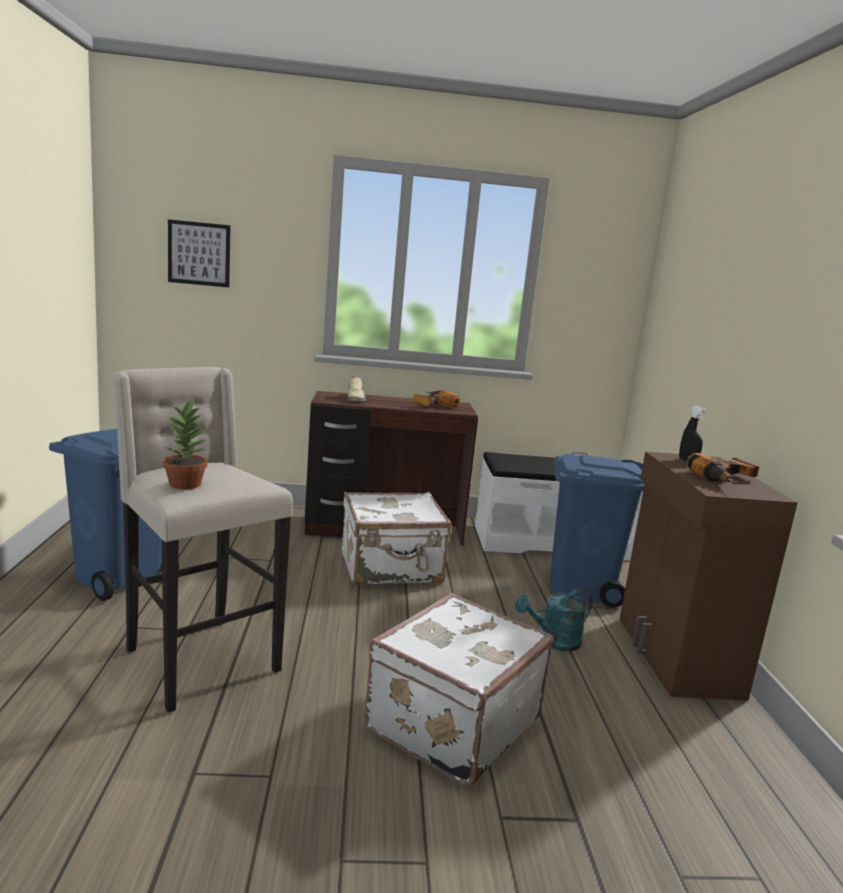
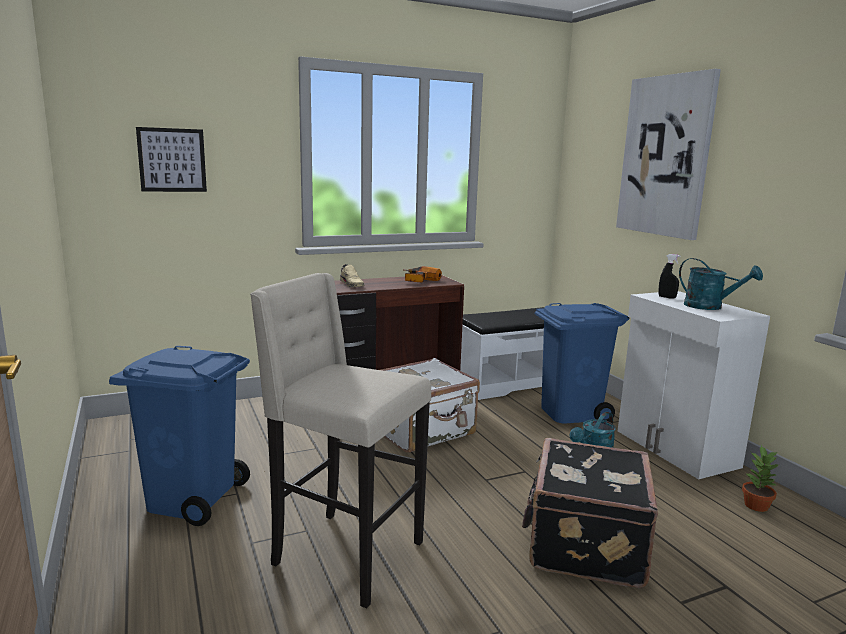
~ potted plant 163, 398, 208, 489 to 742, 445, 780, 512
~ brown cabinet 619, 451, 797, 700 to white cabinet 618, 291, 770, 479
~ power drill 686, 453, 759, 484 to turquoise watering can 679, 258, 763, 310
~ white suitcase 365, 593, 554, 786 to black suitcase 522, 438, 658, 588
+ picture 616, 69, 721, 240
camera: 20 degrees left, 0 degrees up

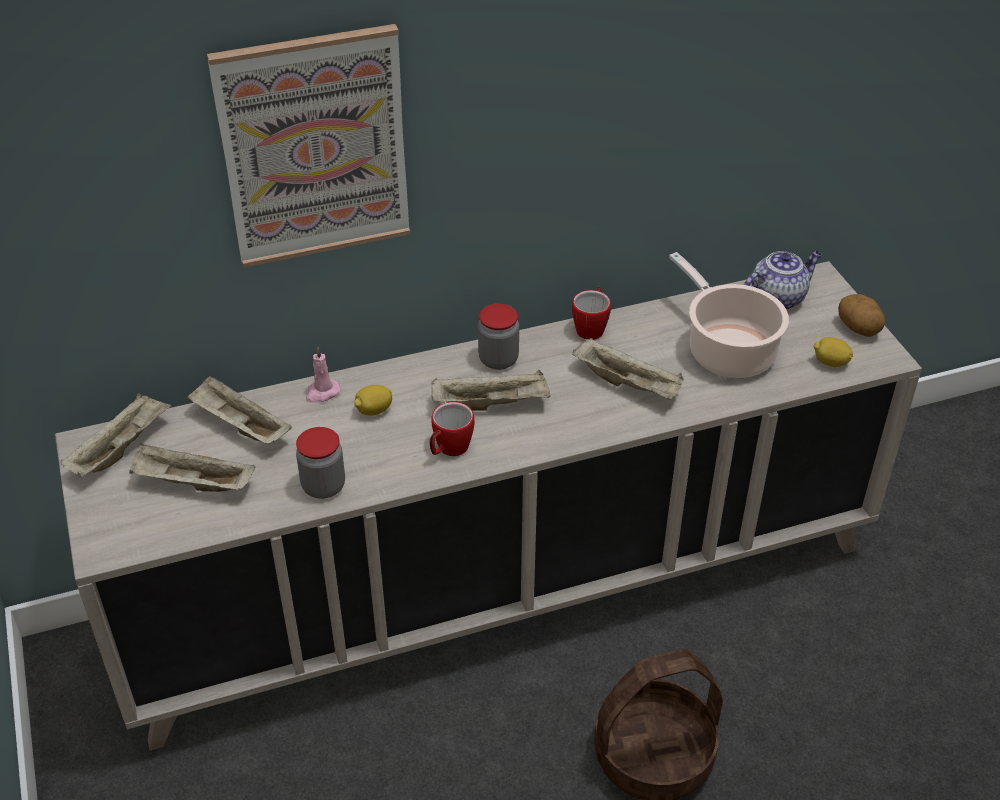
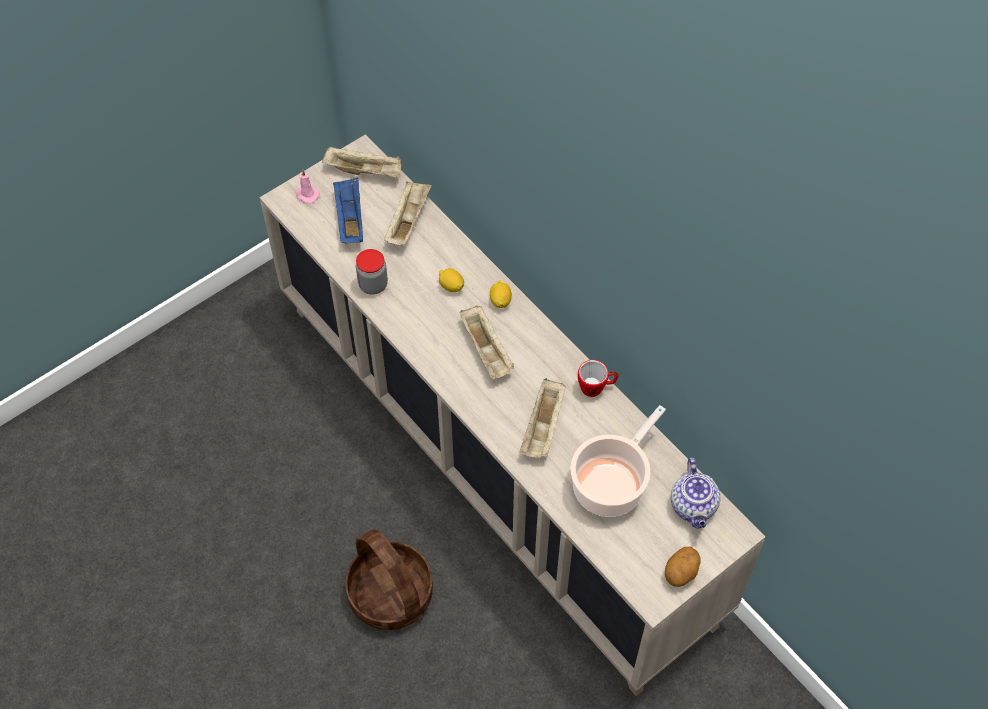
- picture 207, 24, 410, 267
~ teapot 744, 251, 822, 310 = 671, 458, 720, 529 45 degrees clockwise
- jar 478, 304, 519, 370
~ lemon 814, 337, 853, 367 to 490, 281, 512, 308
~ pink candle 306, 347, 340, 403 to 295, 170, 319, 204
- mug 429, 402, 474, 456
~ beige tray 129, 444, 255, 492 to blue tray 333, 177, 363, 243
camera: 70 degrees right, 15 degrees up

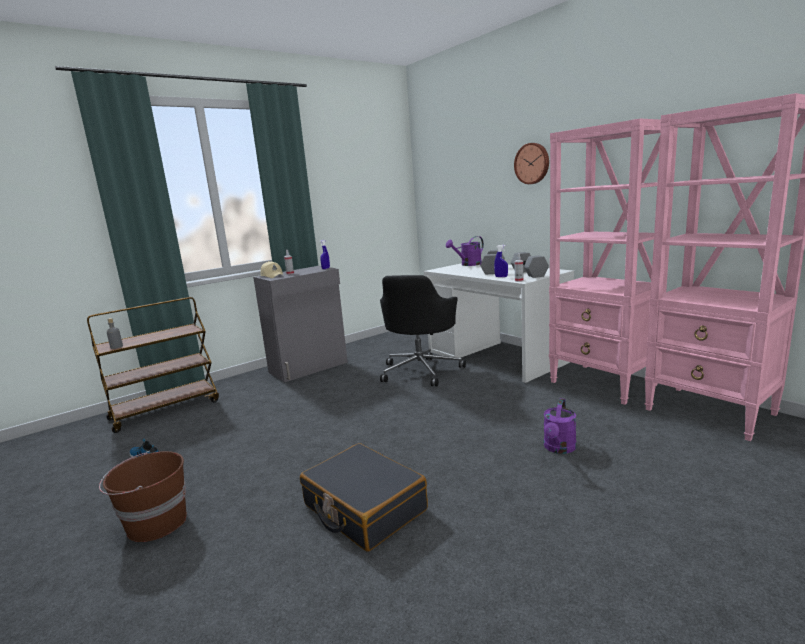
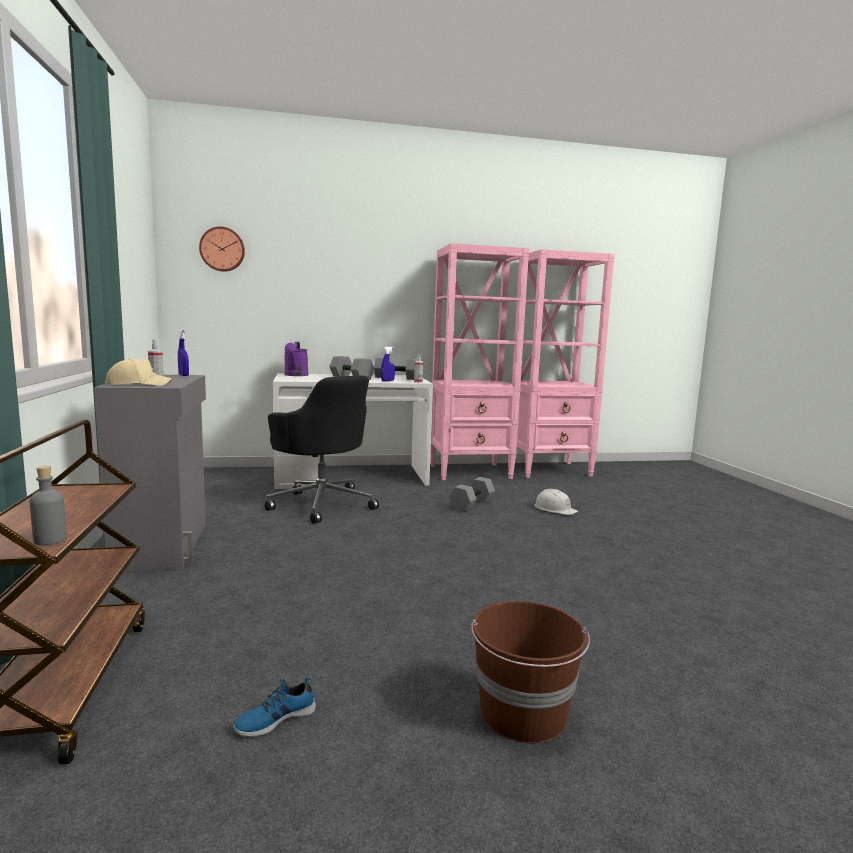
~ wall clock 514, 143, 549, 184 to 199, 227, 245, 272
~ purple watering can 544, 398, 577, 454 to white hard hat 533, 489, 578, 515
- black suitcase 300, 443, 428, 552
+ grey dumbbell 449, 477, 495, 512
camera: 65 degrees left, 5 degrees down

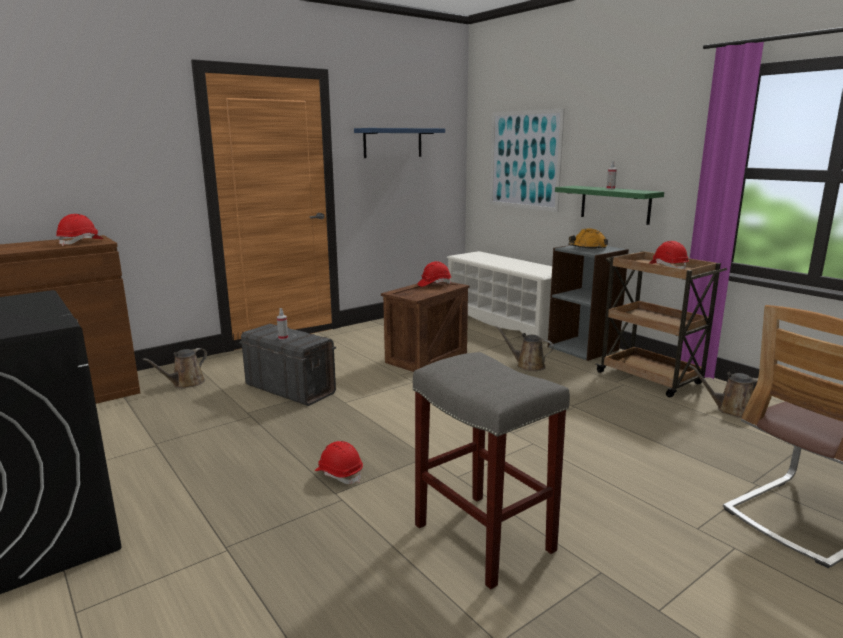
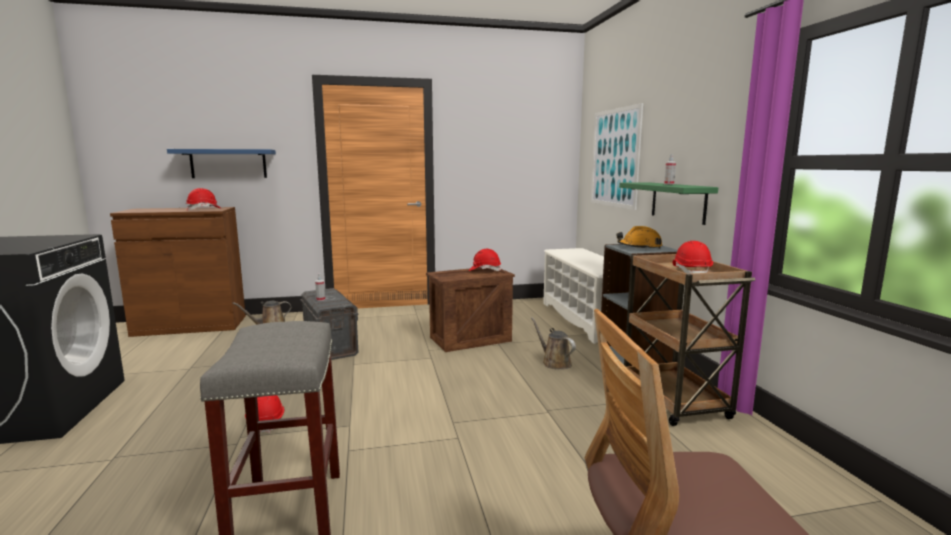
~ blue shelf 354, 128, 445, 158 to 167, 149, 276, 178
- brown watering can 689, 365, 758, 418
camera: 25 degrees right, 5 degrees down

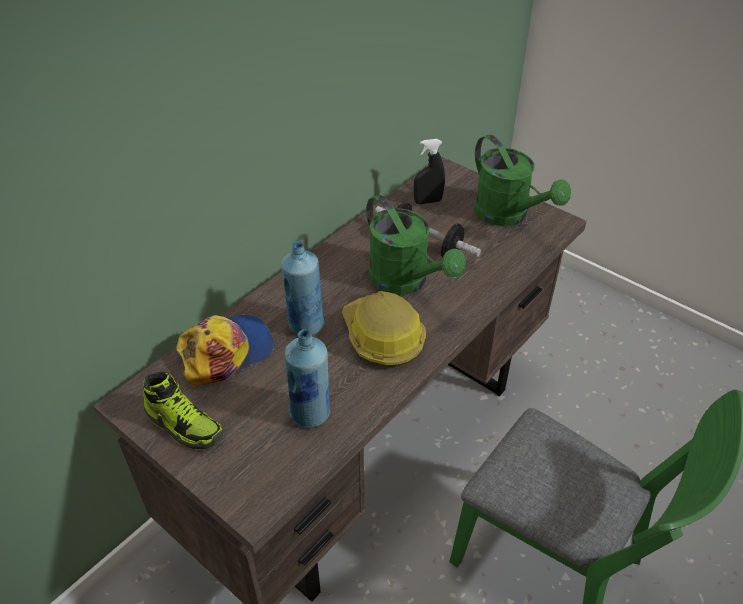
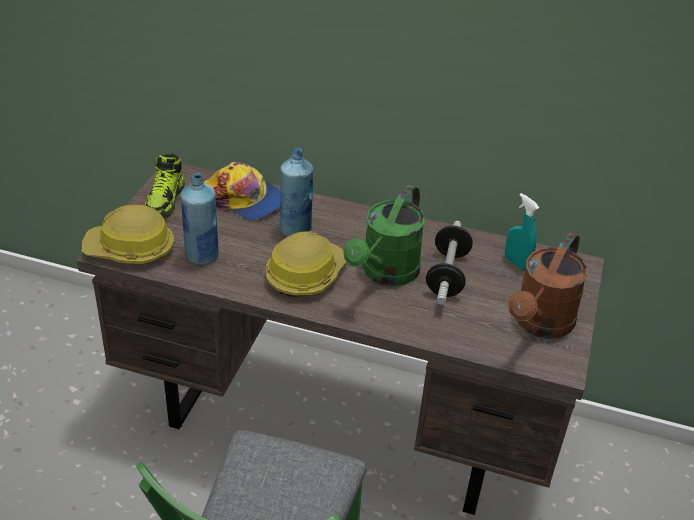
~ green watering can 474, 135, 571, 227 to brown watering can 508, 233, 588, 339
~ black spray bottle 414, 139, 445, 204 to turquoise spray bottle 505, 193, 539, 271
+ hard hat 82, 205, 174, 264
camera: 65 degrees right, 5 degrees down

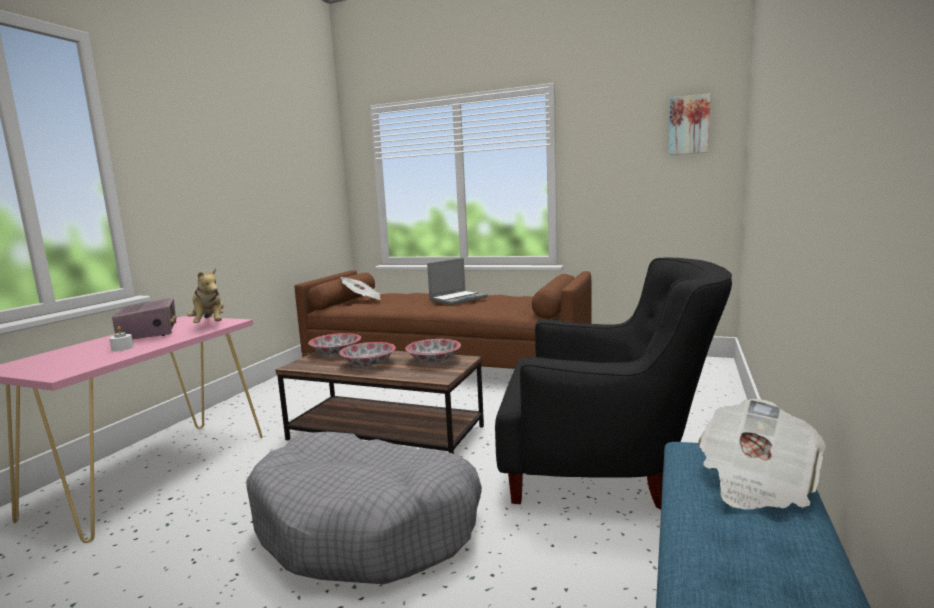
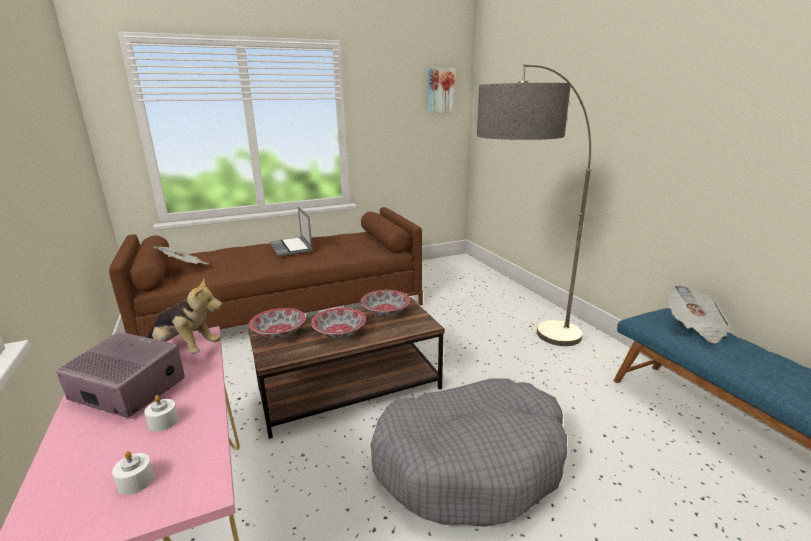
~ black armchair 495, 257, 732, 509 to floor lamp 477, 64, 591, 346
~ laptop 427, 258, 488, 305 = 270, 207, 313, 257 150 degrees clockwise
+ white candle 112, 451, 154, 495
camera: 45 degrees left, 10 degrees up

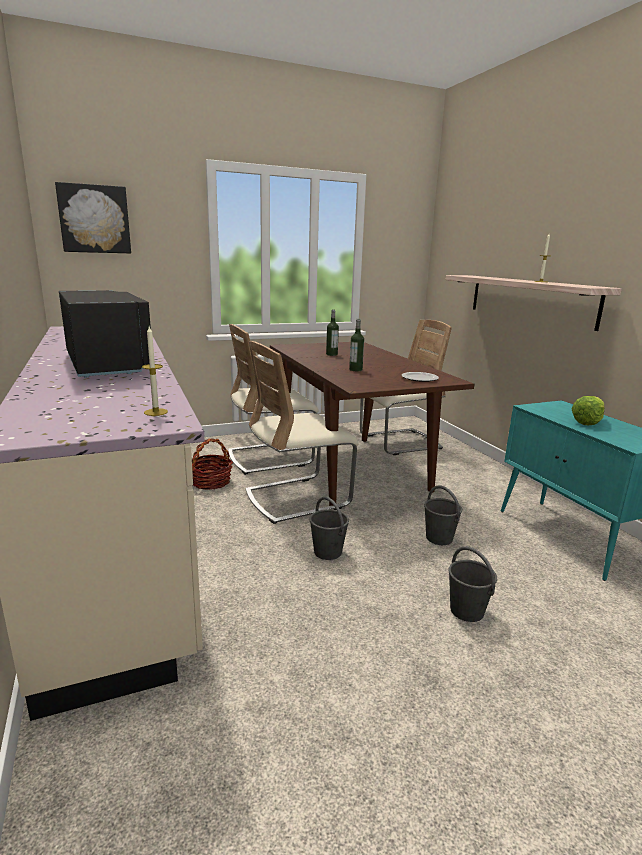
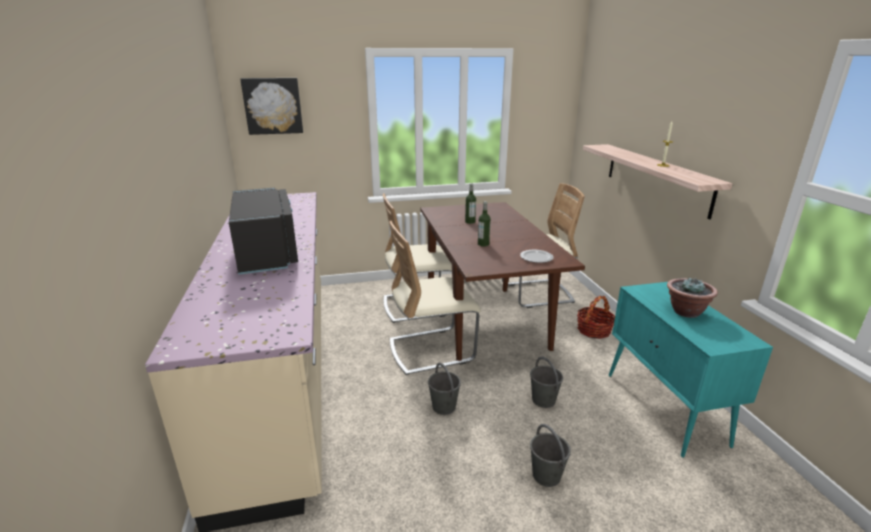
- candle 142, 326, 168, 416
~ lettuce 572, 396, 604, 425 to potted plant 667, 277, 718, 318
~ basket 192, 439, 233, 490 to 577, 296, 615, 339
camera: 10 degrees right, 5 degrees up

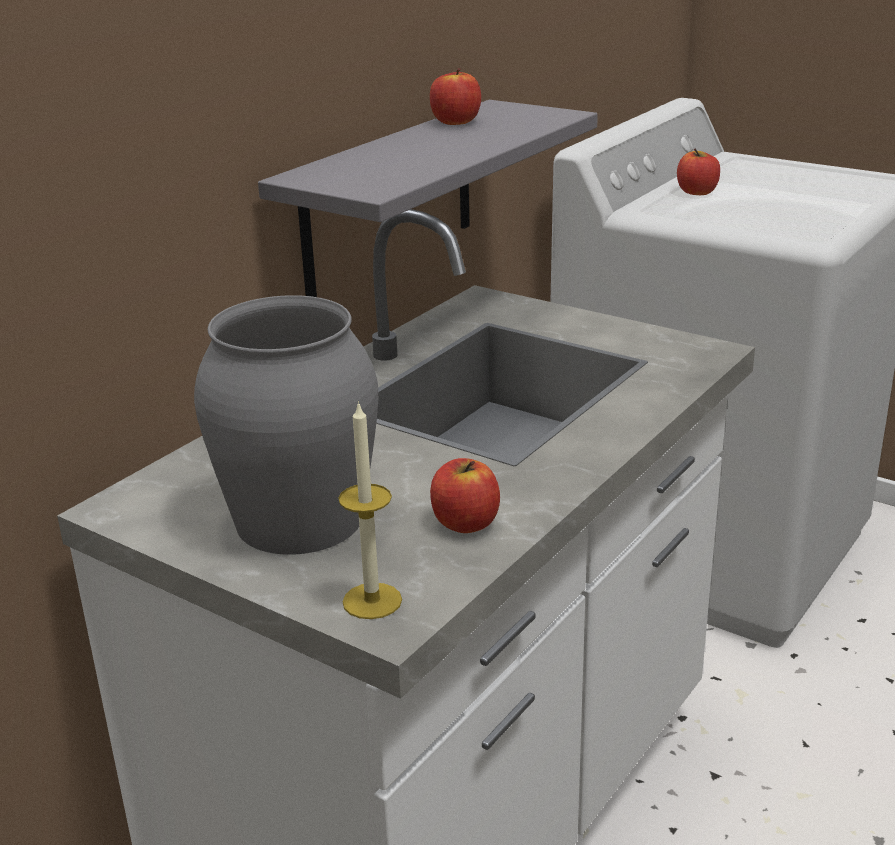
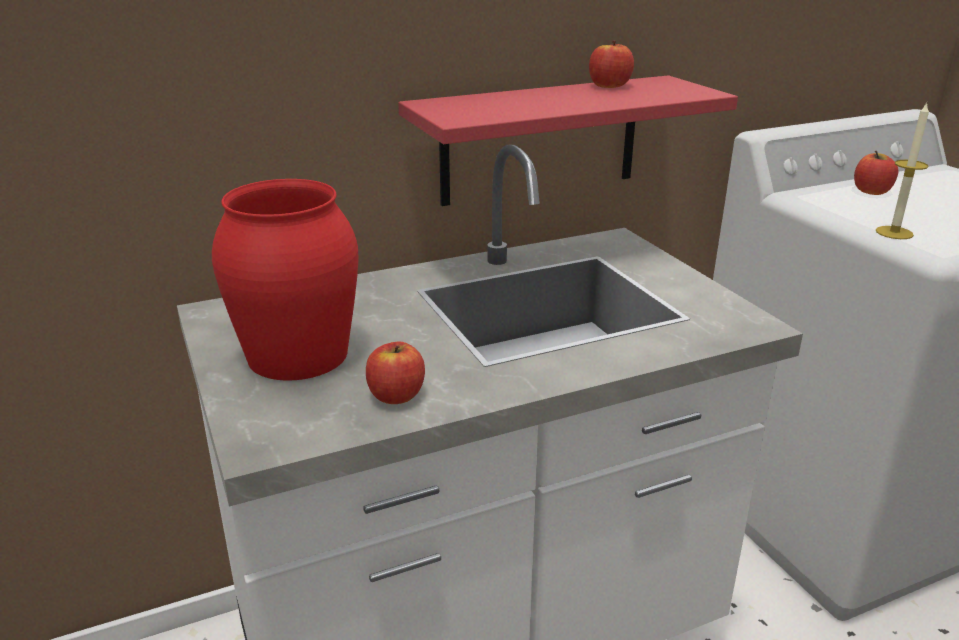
~ grey shelf 258, 100, 598, 297 to red shelf 398, 75, 738, 206
~ grey vase 194, 295, 378, 555 to red vase 212, 179, 359, 380
~ candle 339, 401, 402, 619 to 876, 103, 929, 239
camera: 30 degrees right, 0 degrees up

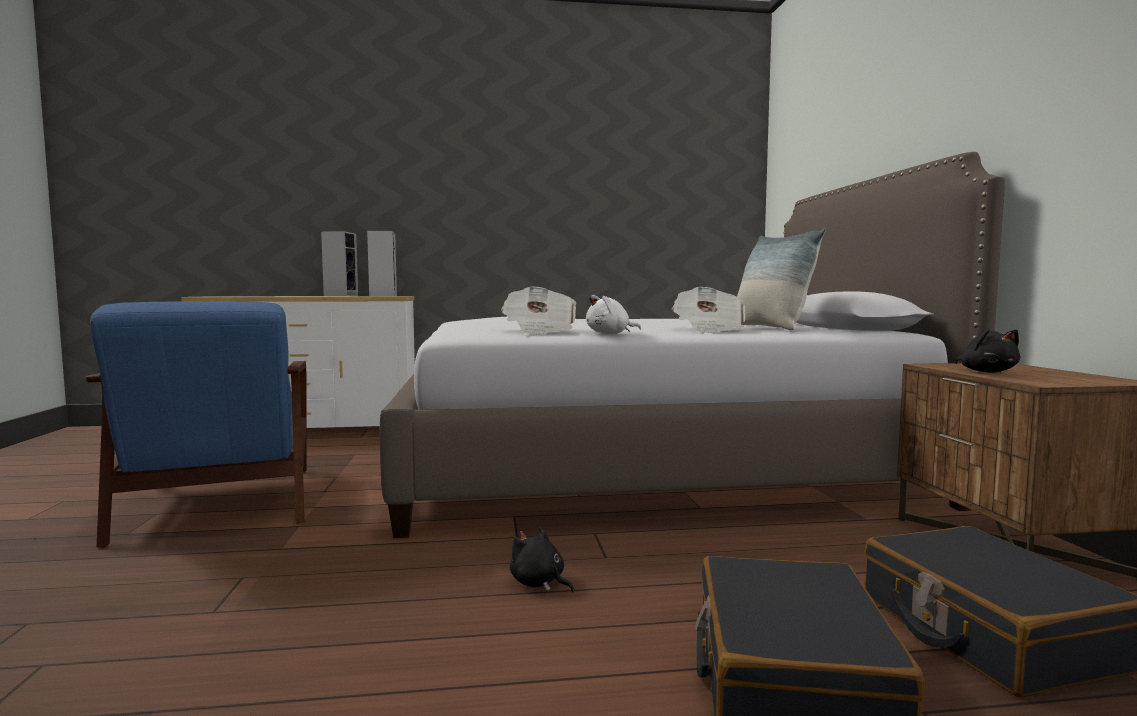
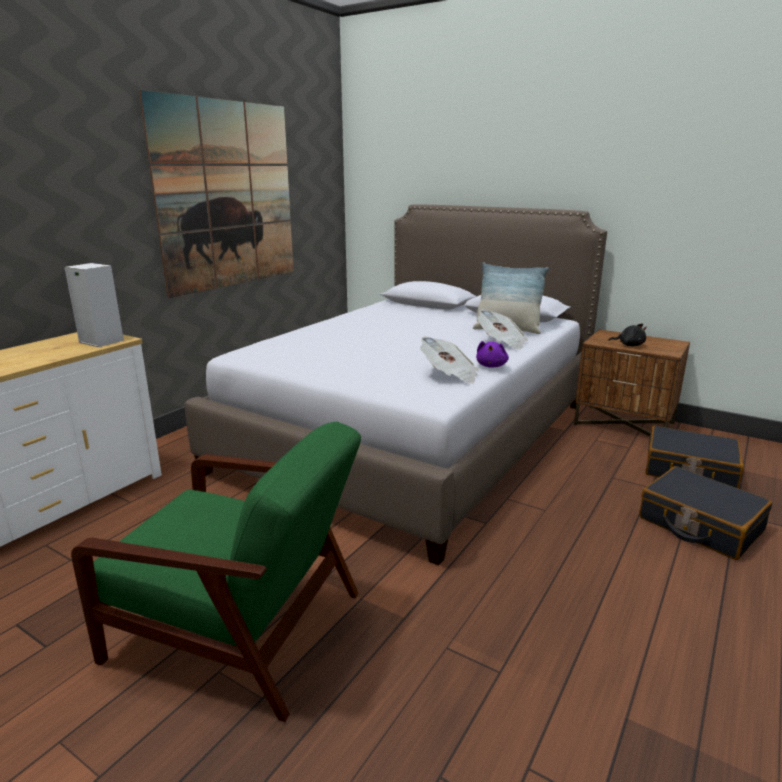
- speaker 321, 231, 358, 296
~ white plush toy 586, 295, 641, 334 to purple plush toy 476, 341, 509, 367
~ blue armchair 86, 301, 307, 547 to green armchair 71, 422, 361, 722
- black plush toy 510, 527, 574, 593
+ picture 139, 90, 294, 298
camera: 50 degrees left, 15 degrees up

